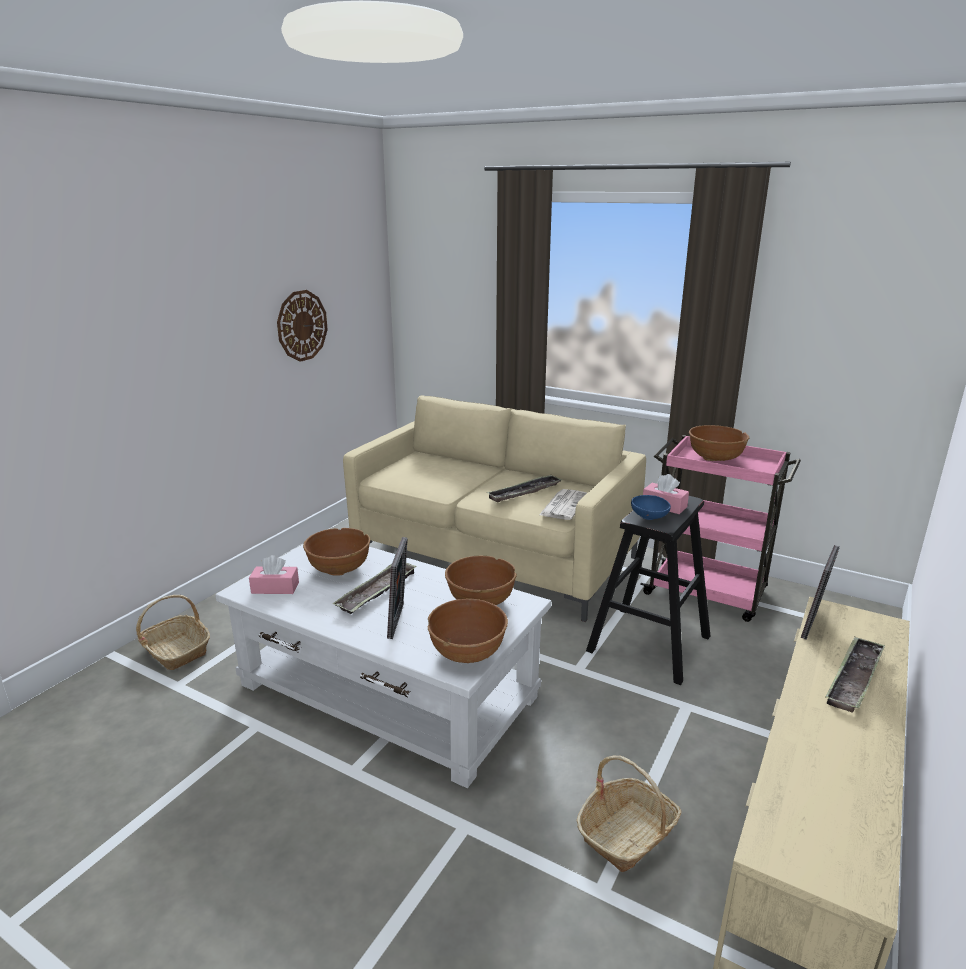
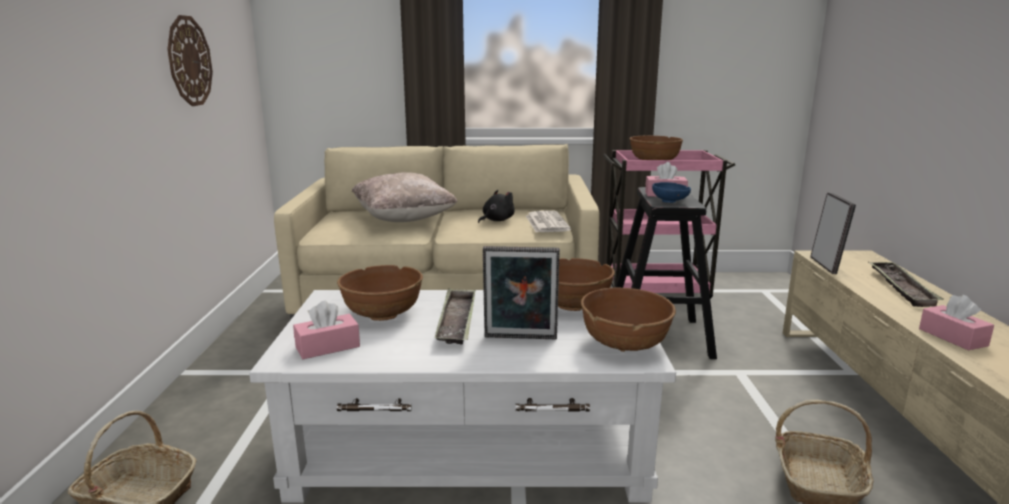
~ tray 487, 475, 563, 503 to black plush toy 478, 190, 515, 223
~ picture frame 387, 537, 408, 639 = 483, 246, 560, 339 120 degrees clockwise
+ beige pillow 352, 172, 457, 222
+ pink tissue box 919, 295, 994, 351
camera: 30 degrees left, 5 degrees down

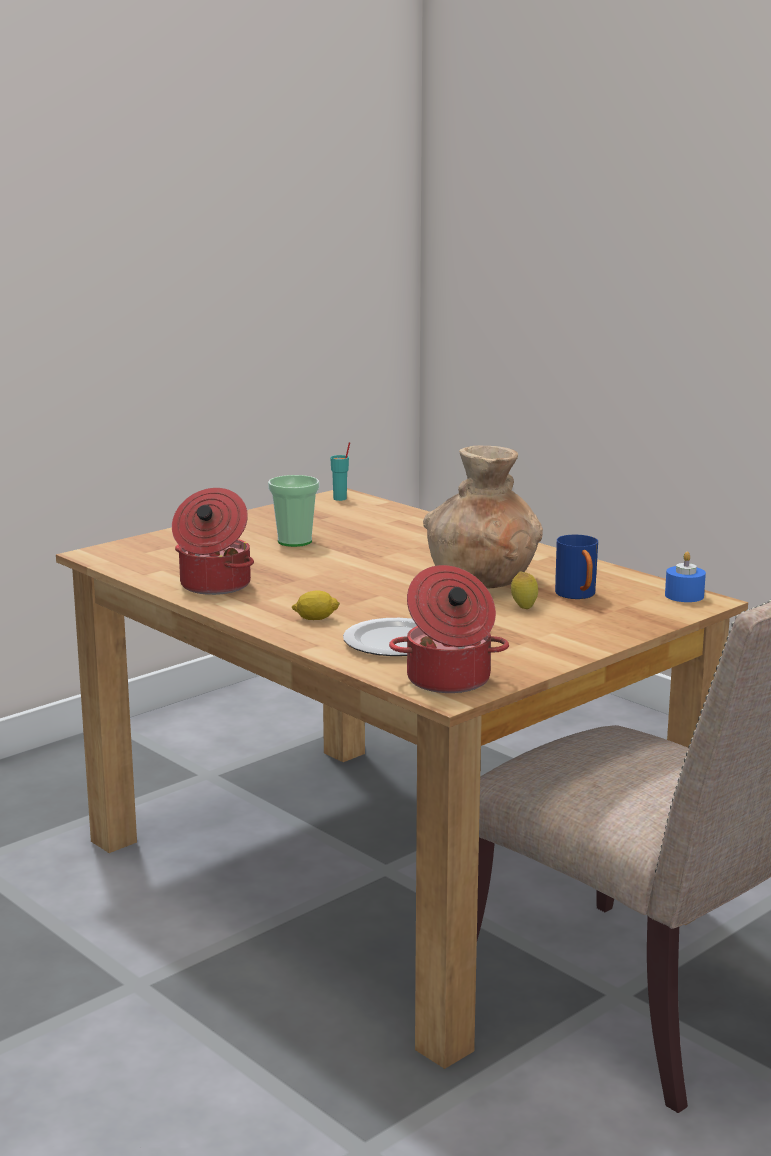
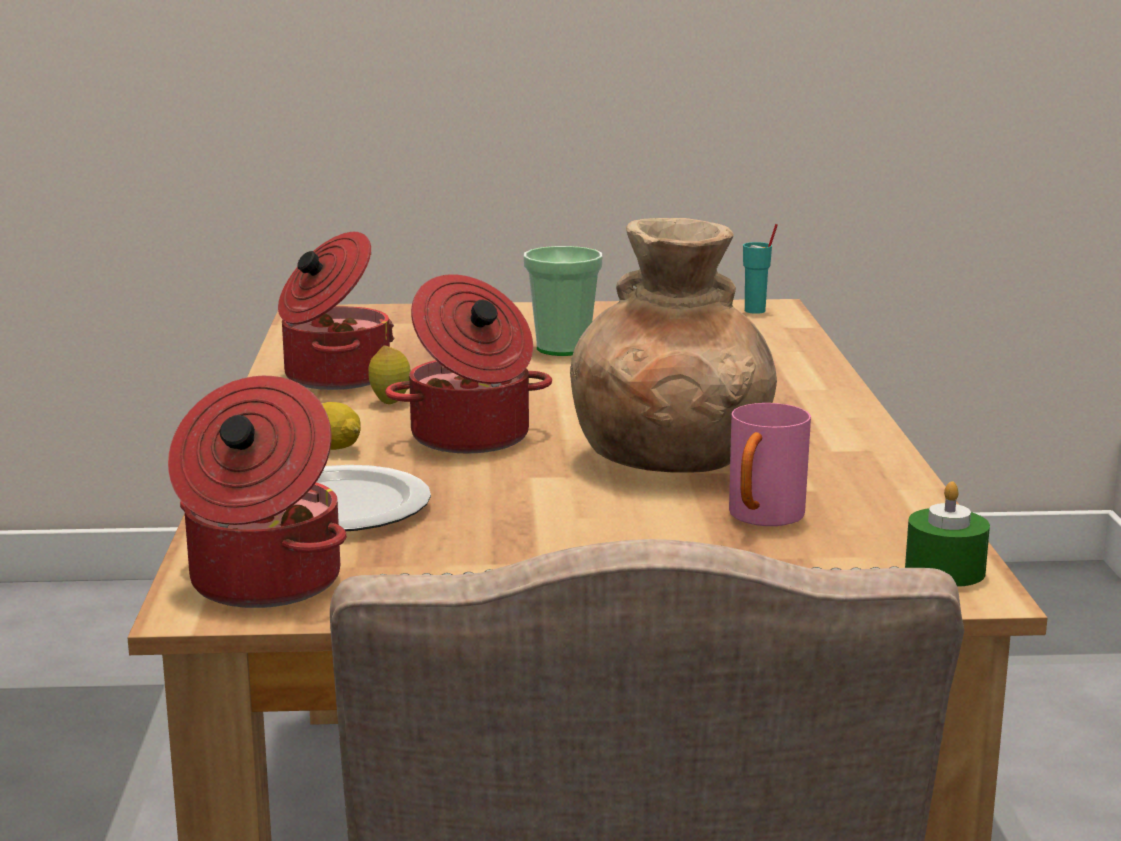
~ blue mug 555, 535, 598, 599 to pink mug 729, 403, 811, 526
~ blue candle 665, 552, 706, 602 to green candle 905, 481, 990, 587
~ lemon 511, 571, 538, 609 to 368, 346, 411, 404
+ cooking pot 385, 274, 552, 453
camera: 40 degrees right, 0 degrees up

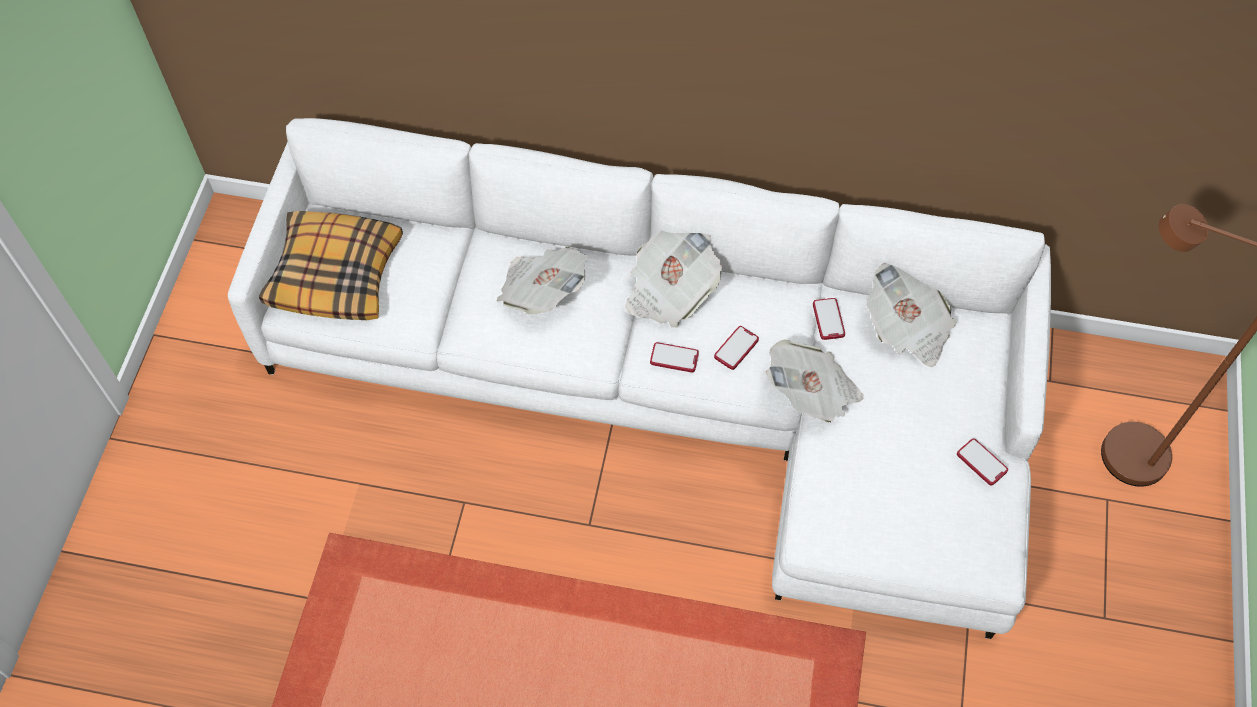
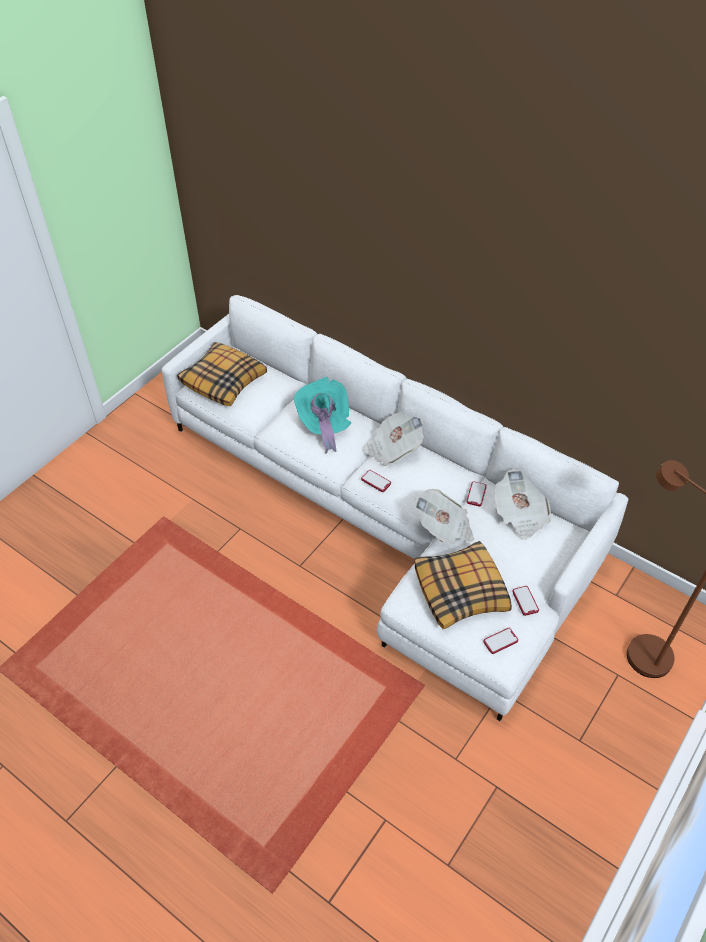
~ newspaper 497, 247, 588, 314 to turquoise hat 294, 377, 352, 454
~ phone 714, 326, 759, 370 to 483, 628, 518, 654
+ pillow 414, 541, 512, 629
camera: 25 degrees right, 10 degrees down

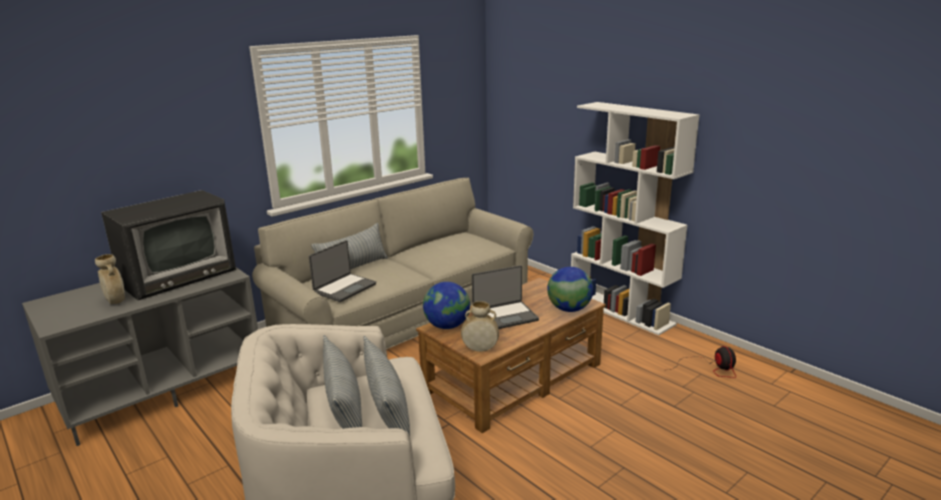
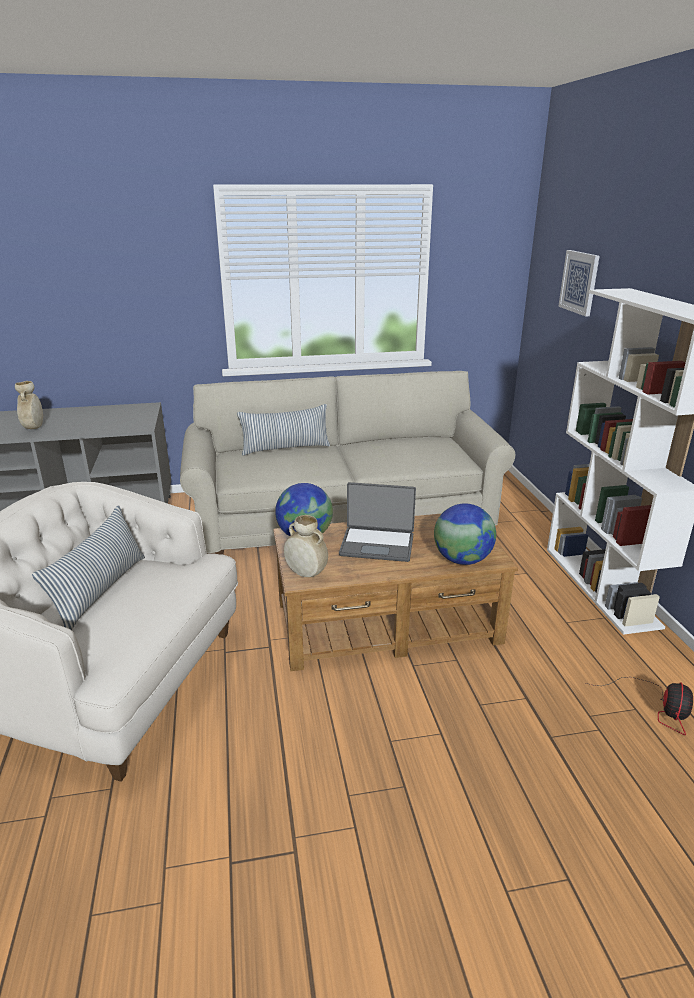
- television 101, 190, 236, 300
- laptop 309, 240, 376, 302
- pillow 363, 336, 410, 436
+ picture 558, 250, 600, 316
camera: 30 degrees right, 5 degrees up

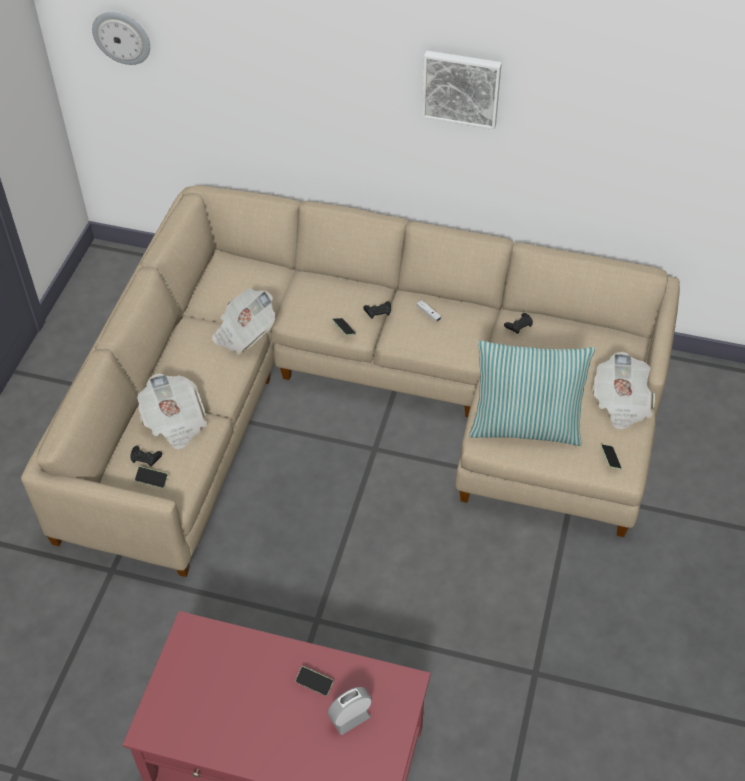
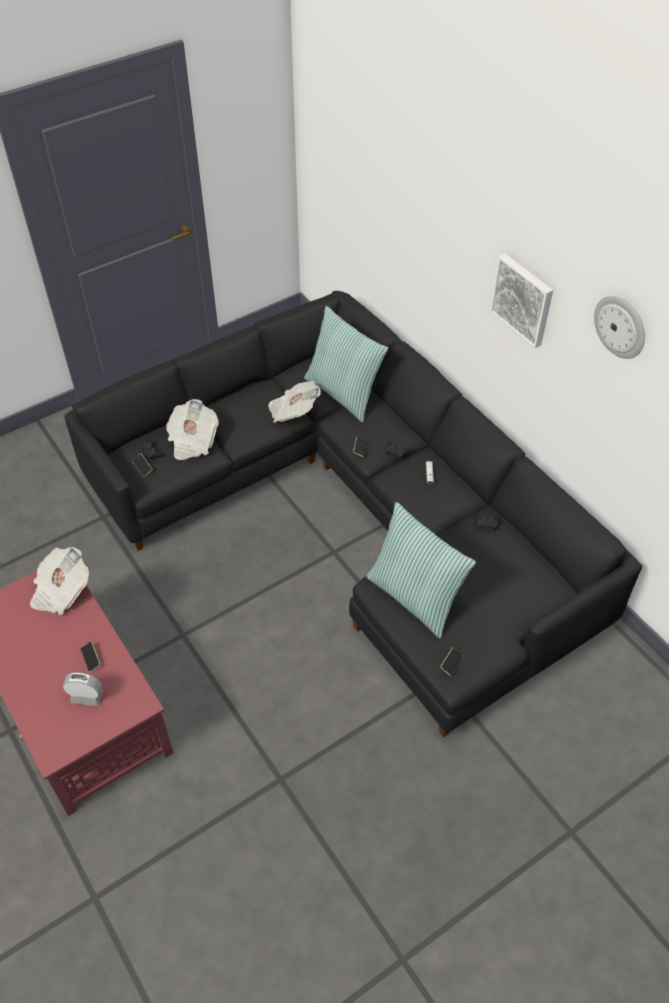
~ wall clock 92, 12, 150, 65 to 594, 296, 645, 359
~ beige sofa 21, 185, 680, 577 to black sofa 64, 291, 642, 737
~ newspaper 592, 352, 655, 430 to 30, 547, 89, 615
+ pillow 304, 306, 388, 422
camera: 40 degrees right, 0 degrees up

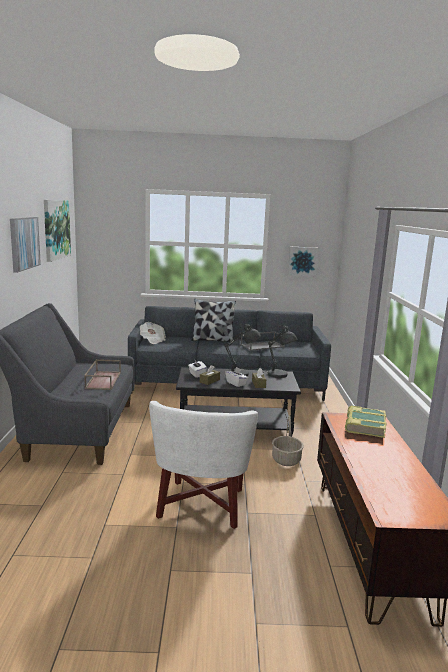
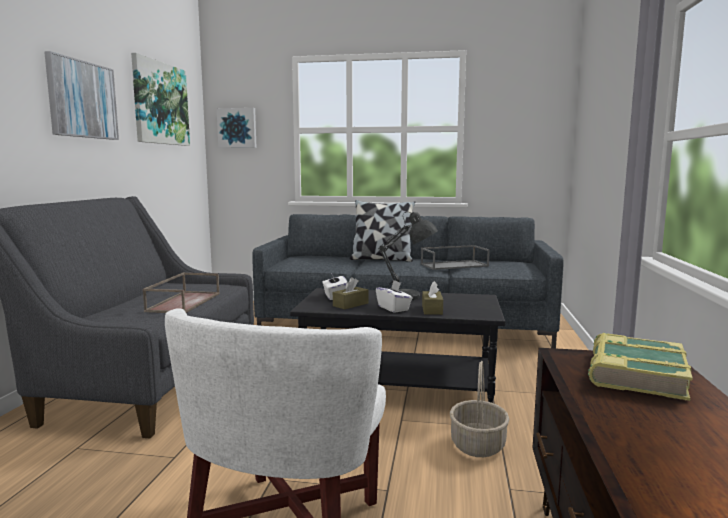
~ picture 288, 247, 319, 276 to 217, 108, 257, 148
- newspaper 140, 322, 166, 344
- grey table lamp 263, 326, 297, 378
camera: 10 degrees right, 5 degrees down

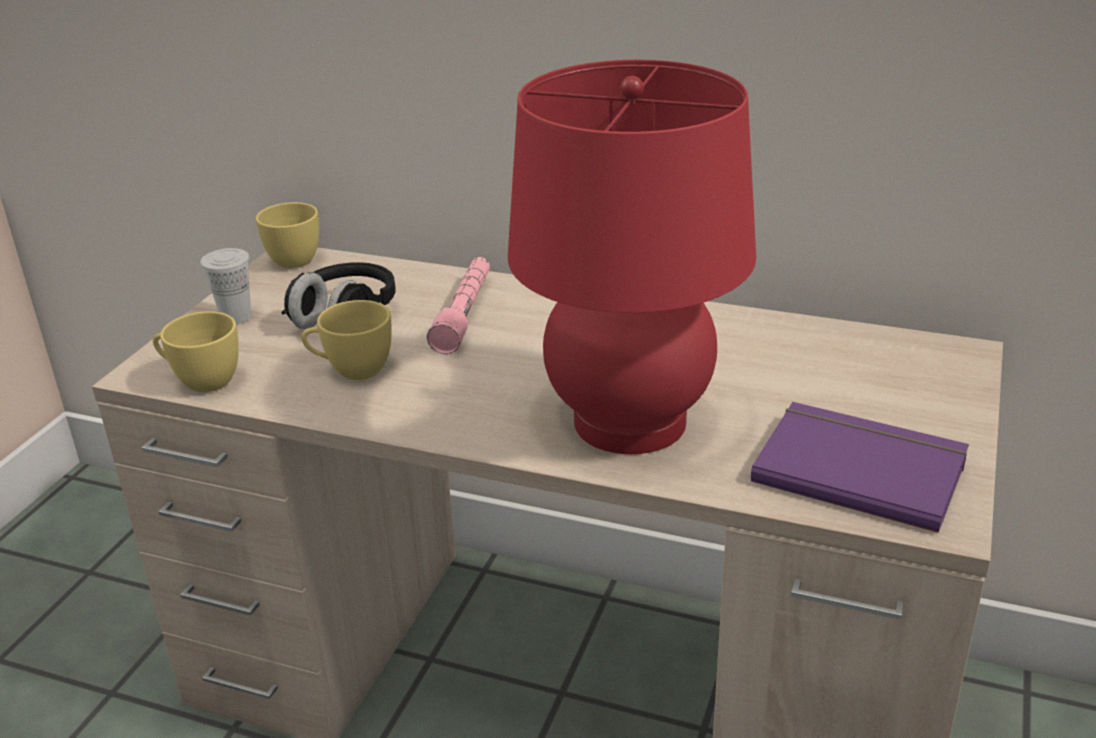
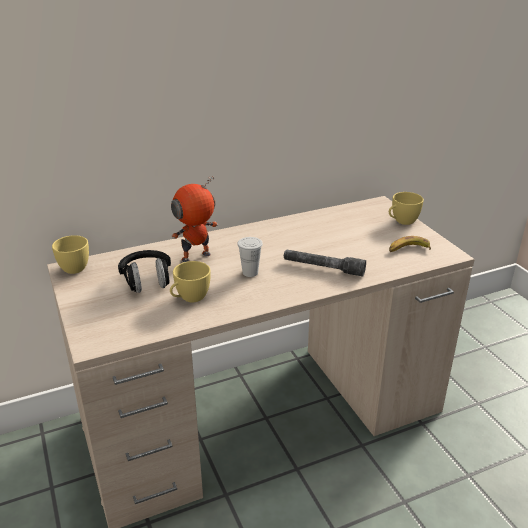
~ red table lamp 508, 60, 756, 454 to grey flashlight 284, 249, 366, 276
~ white cup 200, 248, 251, 324 to 237, 237, 263, 277
~ pink flashlight 427, 257, 490, 354 to toy robot 171, 177, 218, 262
~ yellow cup 153, 311, 239, 392 to 389, 192, 424, 225
~ purple book 751, 402, 969, 533 to banana 389, 236, 431, 252
camera: 45 degrees left, 0 degrees up

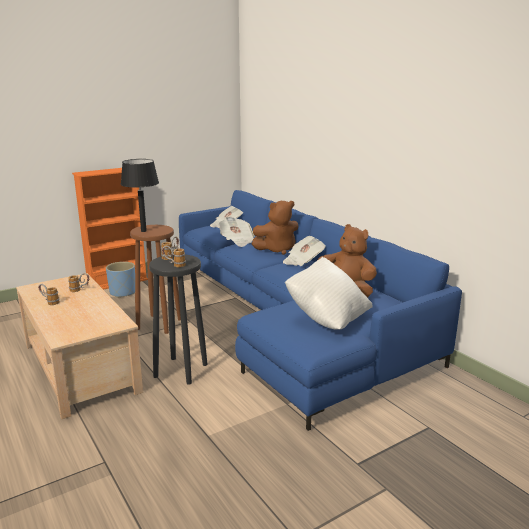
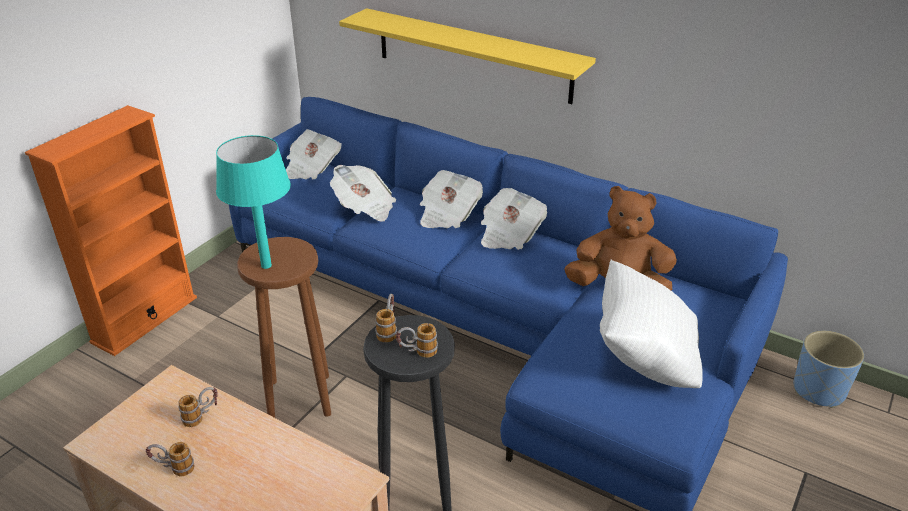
~ black table lamp 121, 159, 159, 232 to turquoise table lamp 216, 135, 291, 269
~ brown plush toy 252, 201, 298, 255 to newspaper 420, 170, 483, 228
~ blue planter 106, 262, 135, 298 to 794, 330, 864, 408
+ yellow shelf 339, 8, 596, 104
camera: 25 degrees left, 15 degrees up

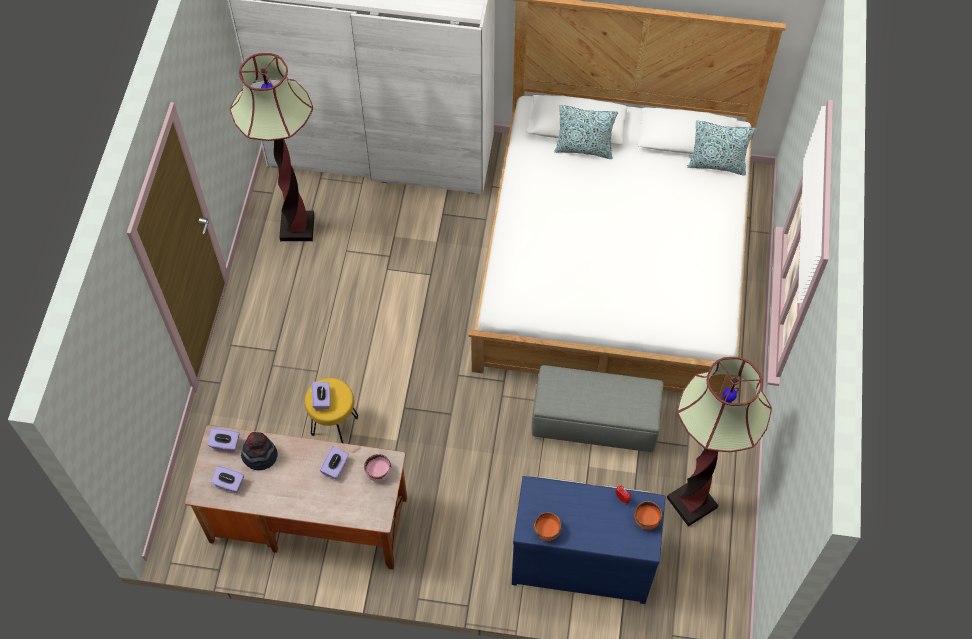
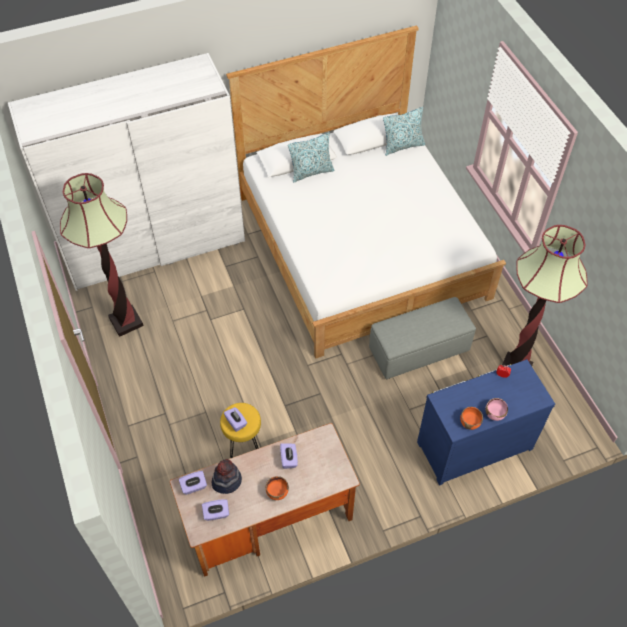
~ pink bowl 364, 454, 391, 482 to 485, 398, 508, 421
~ orange bowl 634, 501, 662, 530 to 266, 476, 289, 500
camera: 30 degrees left, 5 degrees down

